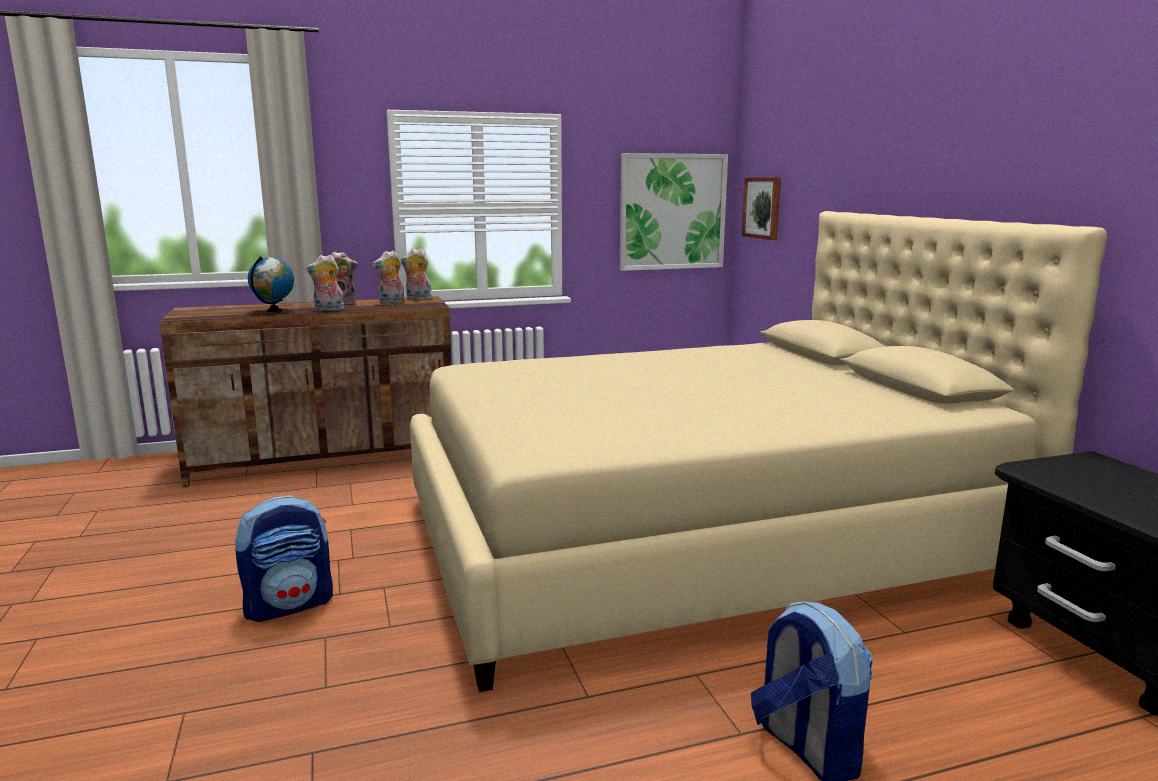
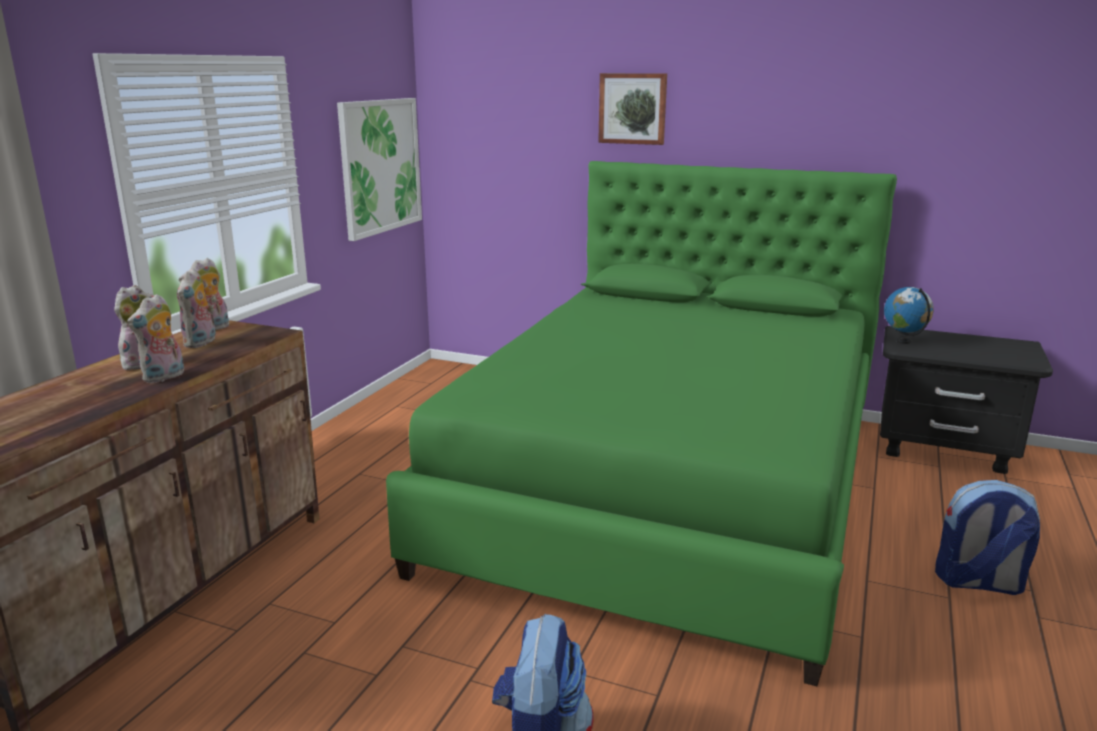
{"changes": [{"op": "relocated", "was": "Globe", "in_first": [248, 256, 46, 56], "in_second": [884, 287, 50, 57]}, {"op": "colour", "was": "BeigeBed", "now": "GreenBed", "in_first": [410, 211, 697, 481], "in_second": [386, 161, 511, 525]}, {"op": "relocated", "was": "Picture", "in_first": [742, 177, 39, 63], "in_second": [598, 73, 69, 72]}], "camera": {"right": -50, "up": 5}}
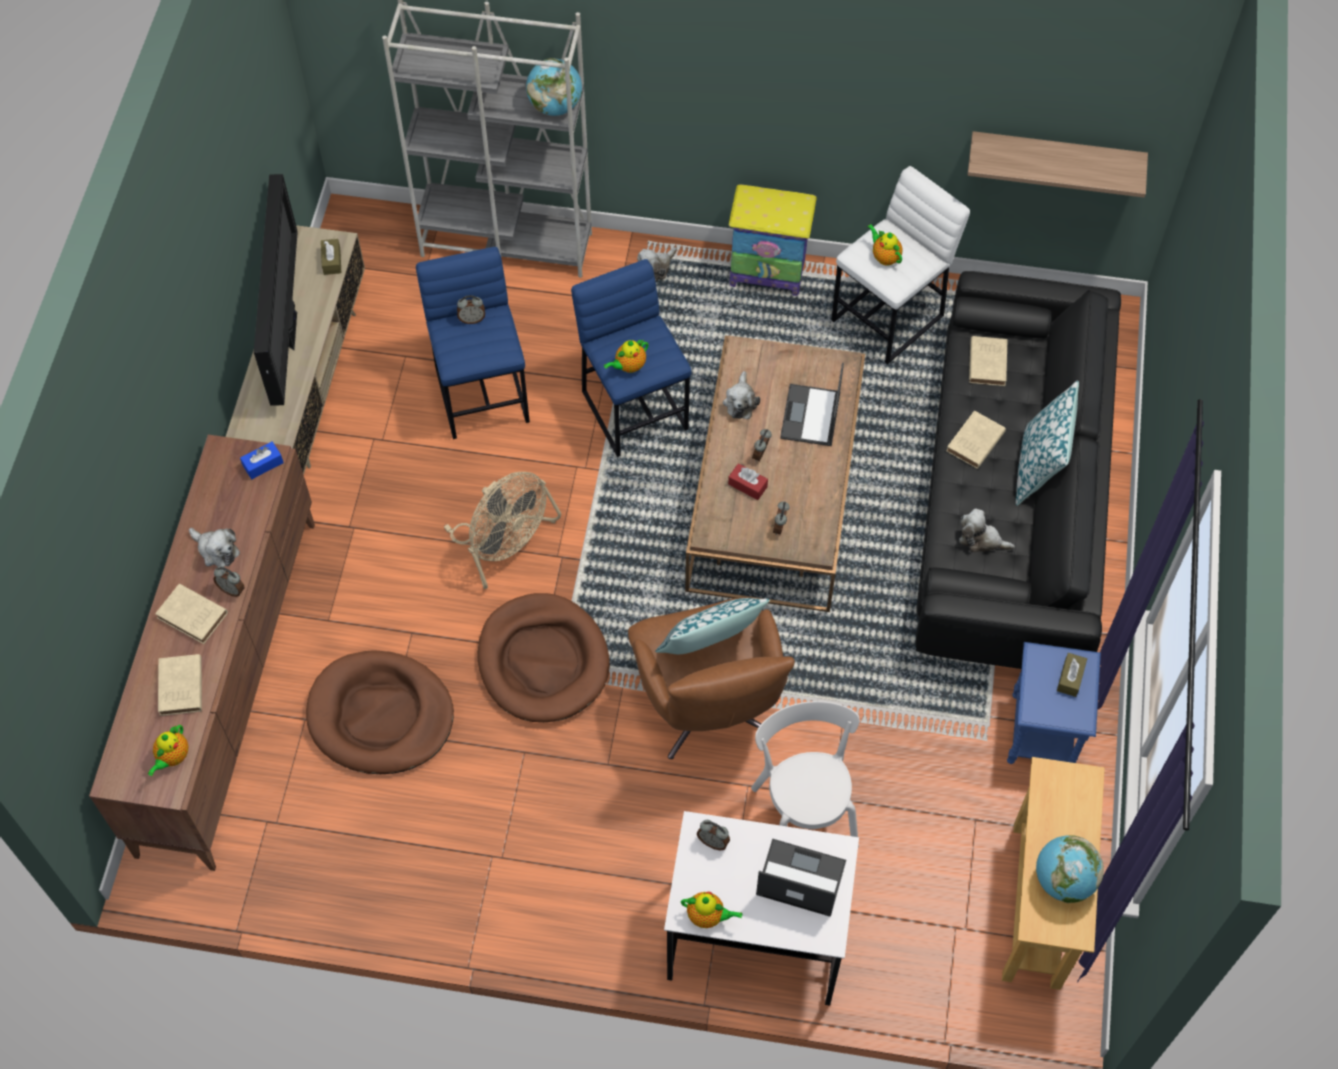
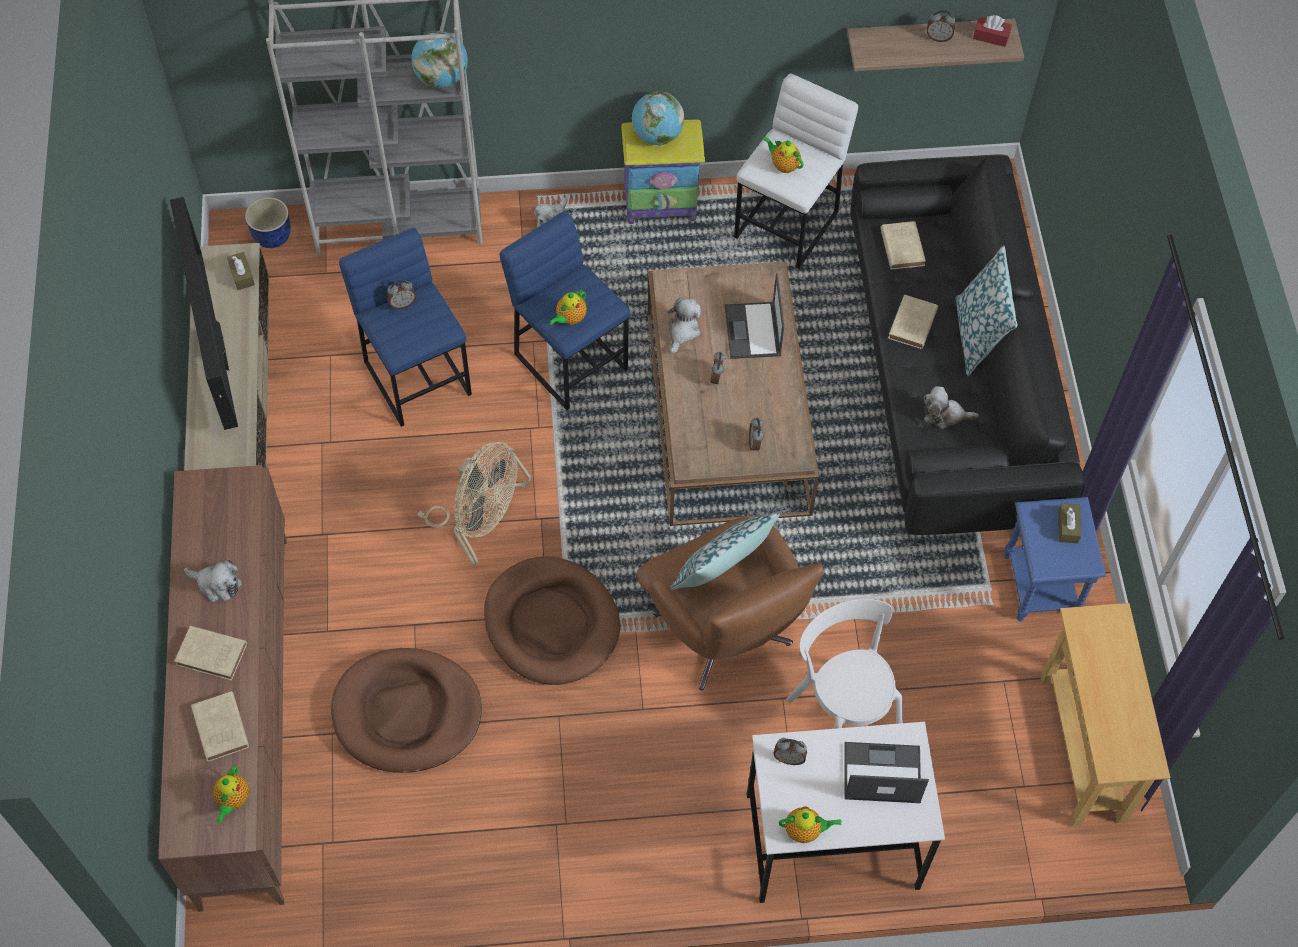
{"changes": [{"op": "relocated", "was": "AlarmClock", "in_first": [213, 566, 31, 31], "in_second": [927, 10, 28, 32]}, {"op": "missing", "was": "BlueTissueBox", "in_first": [240, 441, 44, 38]}, {"op": "spun", "was": "PlushToy", "in_first": [723, 371, 37, 48], "in_second": [667, 298, 34, 56], "clockwise": -150}, {"op": "relocated", "was": "RedTissueBox", "in_first": [728, 463, 40, 37], "in_second": [973, 15, 39, 32]}, {"op": "relocated", "was": "Globe", "in_first": [1036, 835, 68, 68], "in_second": [632, 91, 53, 55]}, {"op": "appeared", "now": "Planter", "in_second": [245, 197, 46, 51]}], "camera": {"right": -15, "up": 0}}
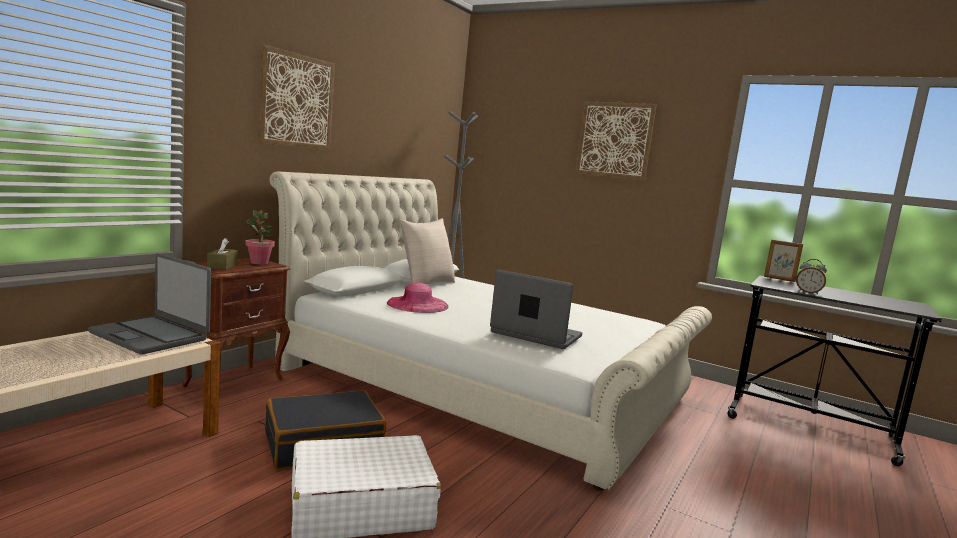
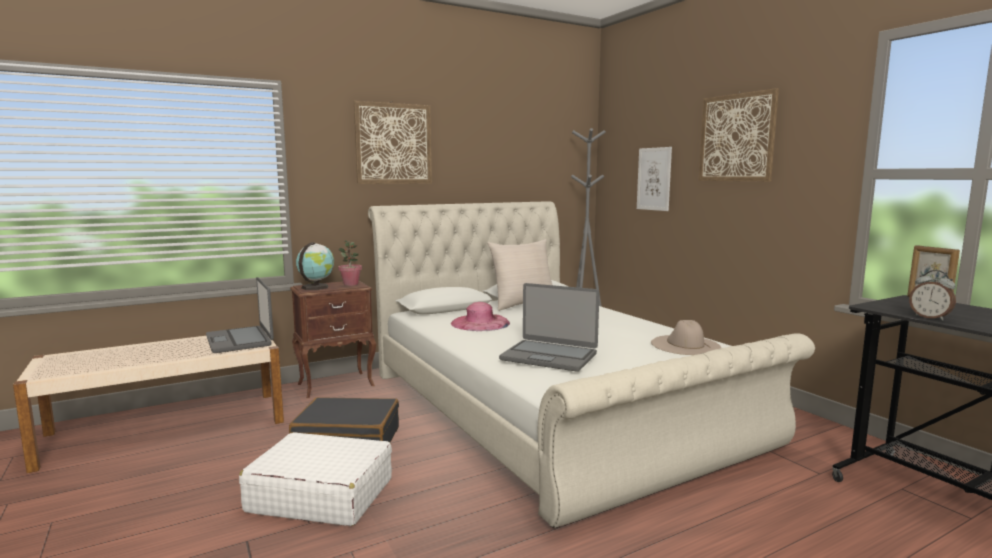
{"changes": [{"op": "exchanged", "was": "BrownTissueBox", "now": "Globe", "in_first": [207, 238, 31, 32], "in_second": [296, 242, 38, 48]}, {"op": "spun", "was": "Laptop", "in_first": [490, 270, 92, 79], "in_second": [499, 283, 101, 89], "clockwise": 150}, {"op": "appeared", "now": "Picture", "in_second": [637, 147, 35, 64]}, {"op": "appeared", "now": "BeigeHat", "in_second": [651, 320, 70, 35]}], "camera": {"right": 30, "up": 0}}
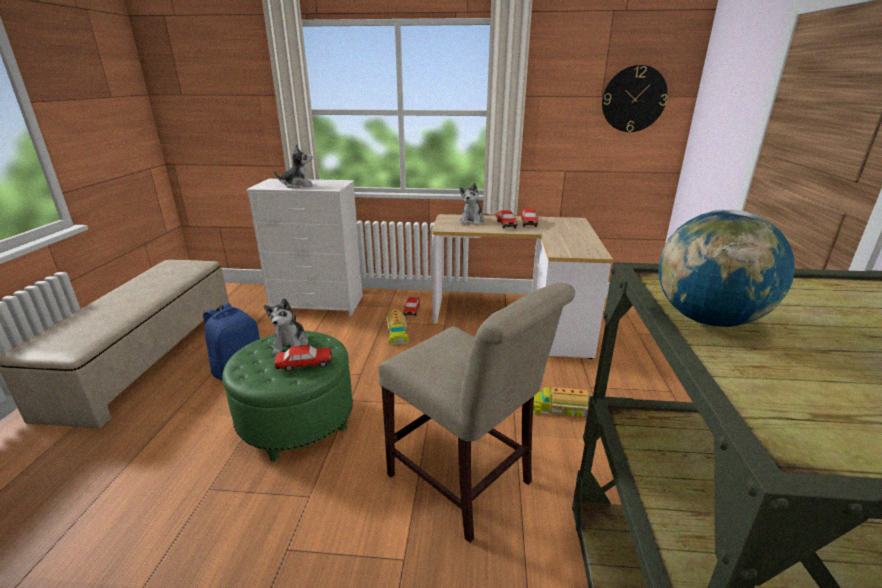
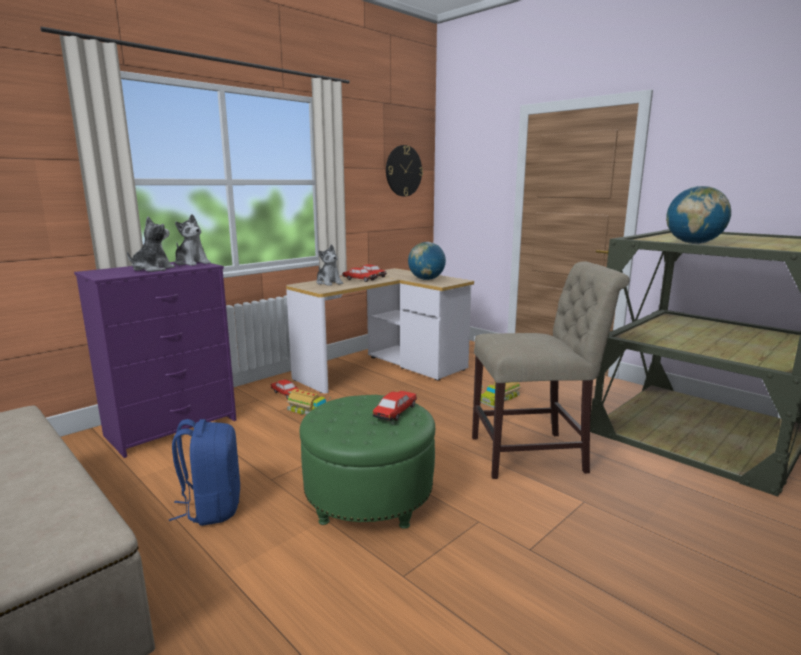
{"changes": [{"op": "colour", "was": "WhiteDresser", "now": "PurpleDresser", "in_first": [246, 179, 117, 137], "in_second": [74, 261, 162, 197]}, {"op": "relocated", "was": "PlushToy", "in_first": [264, 298, 44, 57], "in_second": [175, 214, 36, 52]}, {"op": "appeared", "now": "Globe", "in_second": [408, 242, 38, 38]}], "camera": {"right": -50, "up": -10}}
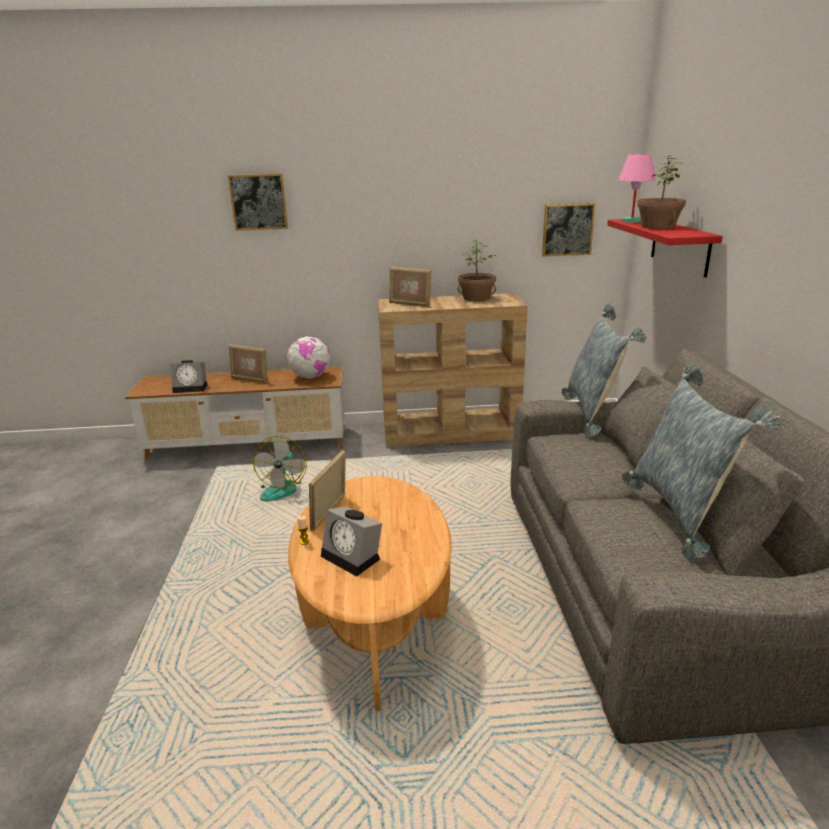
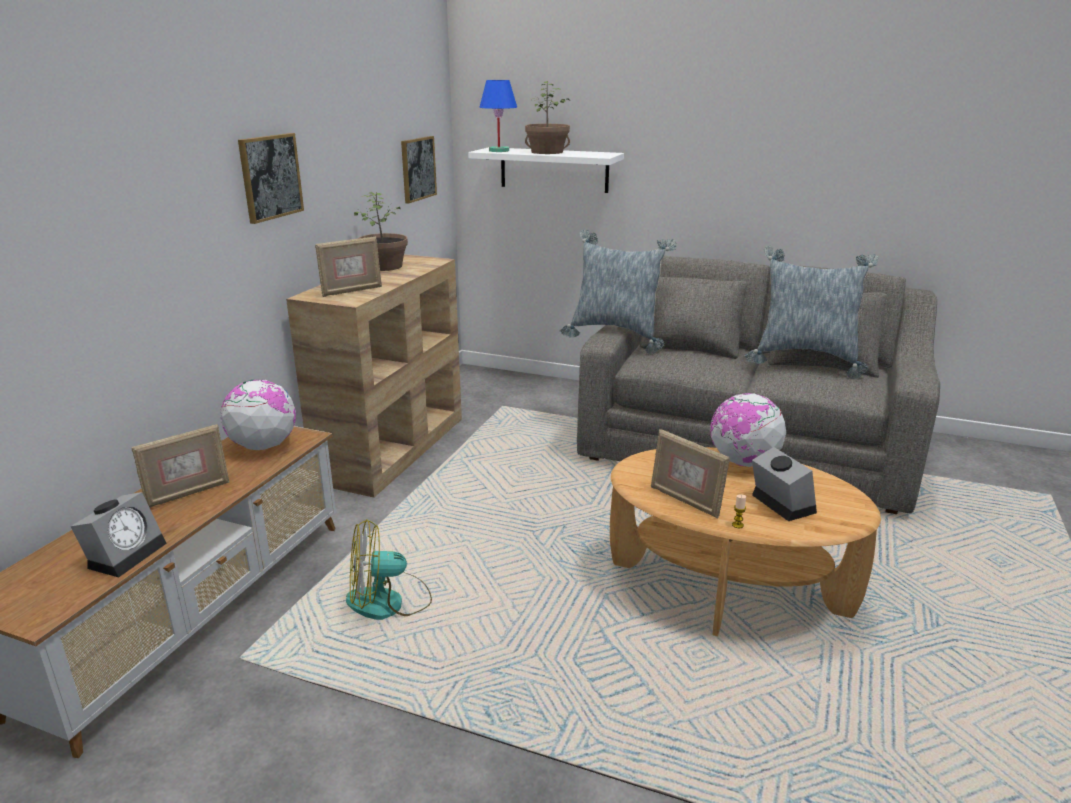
{"changes": [{"op": "relocated", "was": "Picture", "in_first": [228, 173, 60, 58], "in_second": [238, 133, 66, 91]}, {"op": "spun", "was": "Fan", "in_first": [253, 436, 54, 65], "in_second": [346, 520, 86, 100], "clockwise": 135}, {"op": "spun", "was": "AlarmClock", "in_first": [321, 506, 61, 71], "in_second": [752, 447, 65, 74], "clockwise": -90}, {"op": "colour", "was": "RedShelf", "now": "WhiteShelf", "in_first": [607, 219, 116, 58], "in_second": [468, 147, 156, 46]}, {"op": "colour", "was": "PinkTableLamp", "now": "BlueTableLamp", "in_first": [618, 154, 38, 69], "in_second": [479, 80, 38, 72]}, {"op": "appeared", "now": "Globe", "in_second": [710, 393, 76, 74]}], "camera": {"right": -65, "up": 0}}
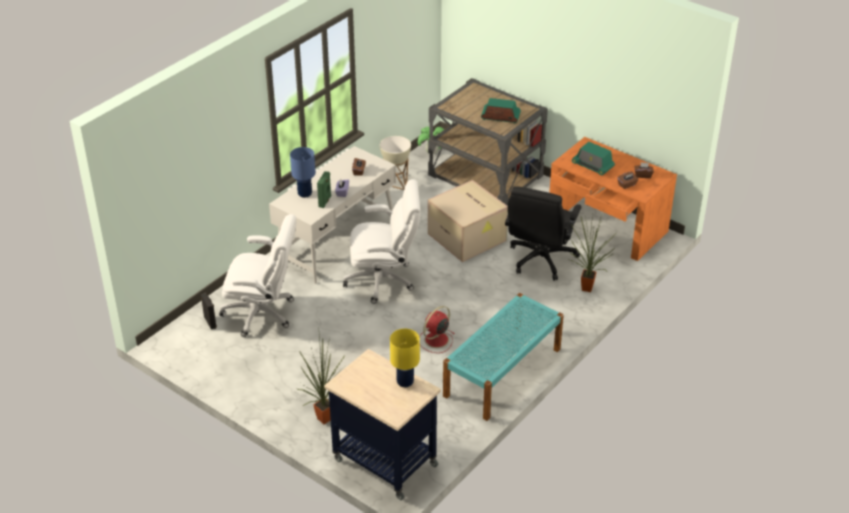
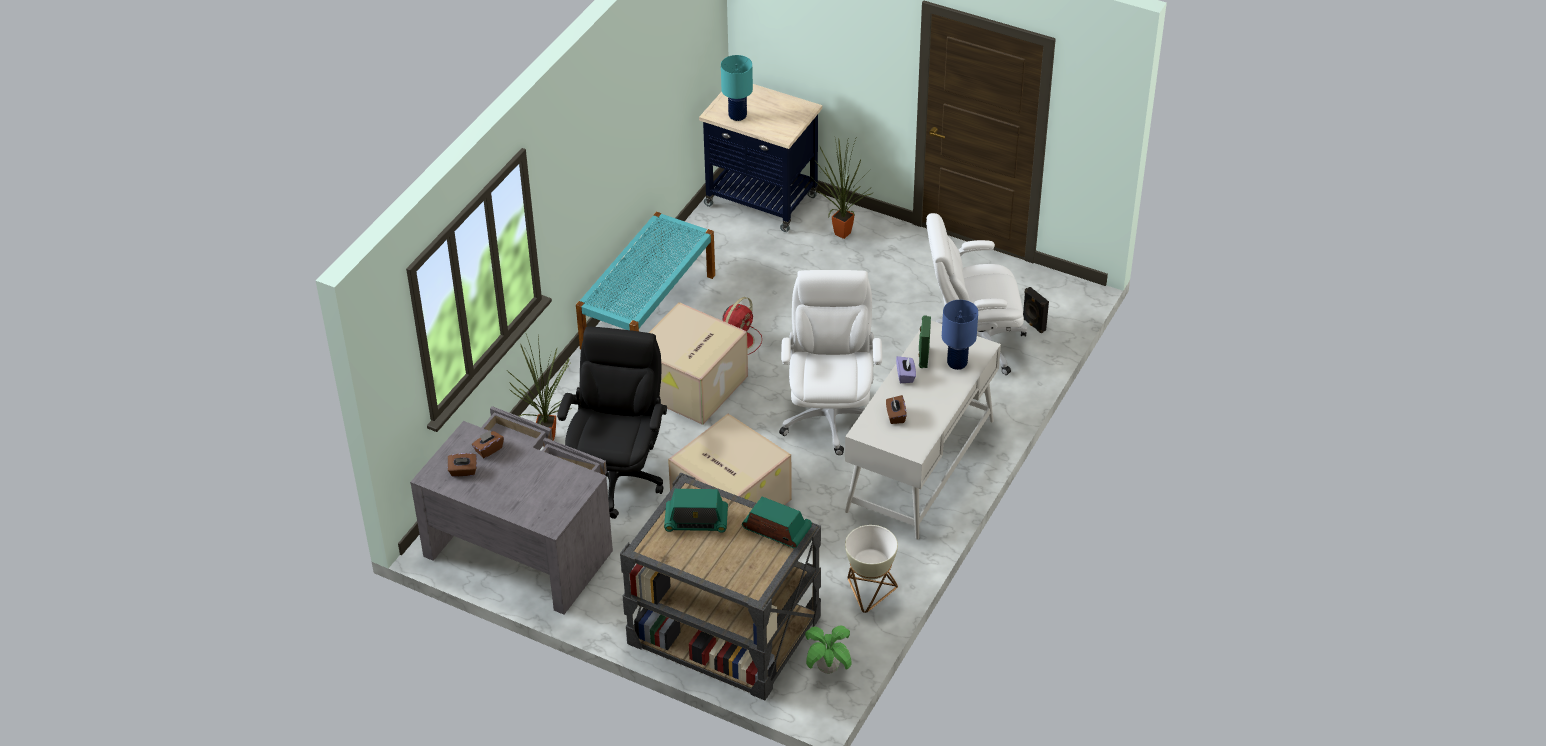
{"changes": [{"op": "spun", "was": "WhiteOfficeChair", "in_first": [343, 179, 77, 125], "in_second": [779, 270, 103, 185], "clockwise": 105}, {"op": "colour", "was": "YellowTableLamp", "now": "TurquoiseTableLamp", "in_first": [390, 329, 30, 58], "in_second": [721, 55, 32, 66]}, {"op": "colour", "was": "OrangeDesk", "now": "GreyDesk", "in_first": [549, 137, 128, 124], "in_second": [410, 406, 203, 209]}, {"op": "relocated", "was": "Radio", "in_first": [572, 142, 43, 33], "in_second": [742, 496, 70, 52]}, {"op": "appeared", "now": "CardboardBox", "in_second": [649, 302, 99, 123]}], "camera": {"right": 170, "up": 5}}
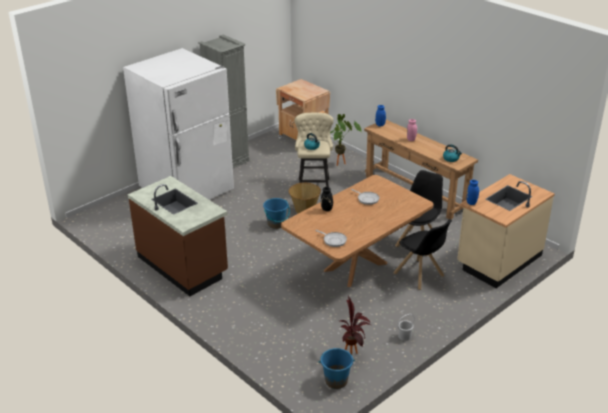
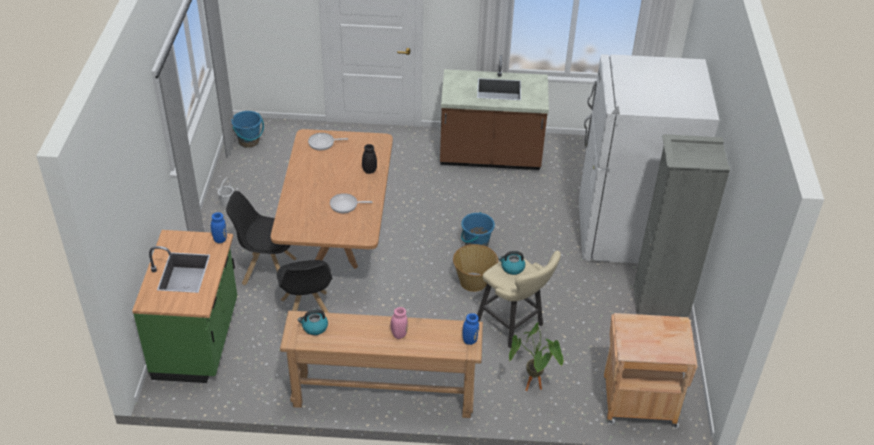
{"changes": [{"op": "missing", "was": "PottedPlant", "in_first": [340, 296, 31, 59]}, {"op": "colour", "was": "BeigeCounter", "now": "GreenCounter", "in_first": [457, 174, 98, 114], "in_second": [132, 230, 105, 153]}], "camera": {"right": 135, "up": 10}}
